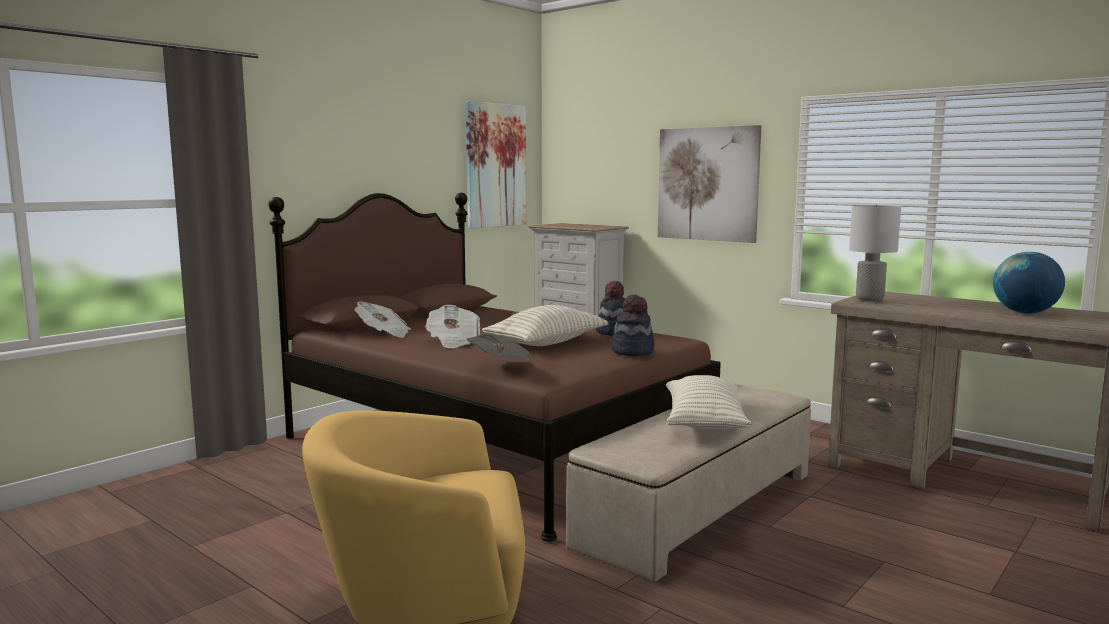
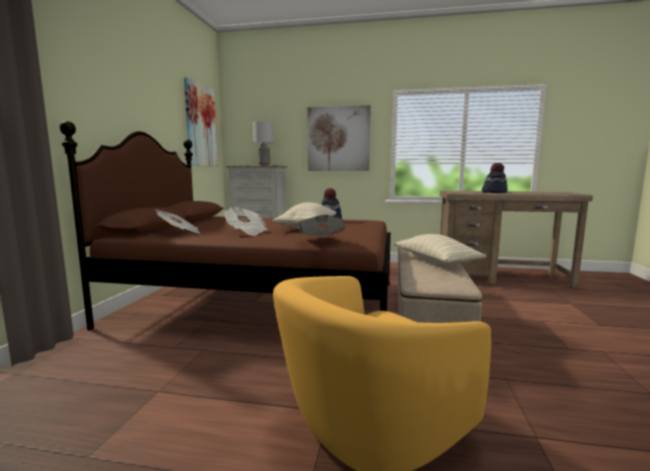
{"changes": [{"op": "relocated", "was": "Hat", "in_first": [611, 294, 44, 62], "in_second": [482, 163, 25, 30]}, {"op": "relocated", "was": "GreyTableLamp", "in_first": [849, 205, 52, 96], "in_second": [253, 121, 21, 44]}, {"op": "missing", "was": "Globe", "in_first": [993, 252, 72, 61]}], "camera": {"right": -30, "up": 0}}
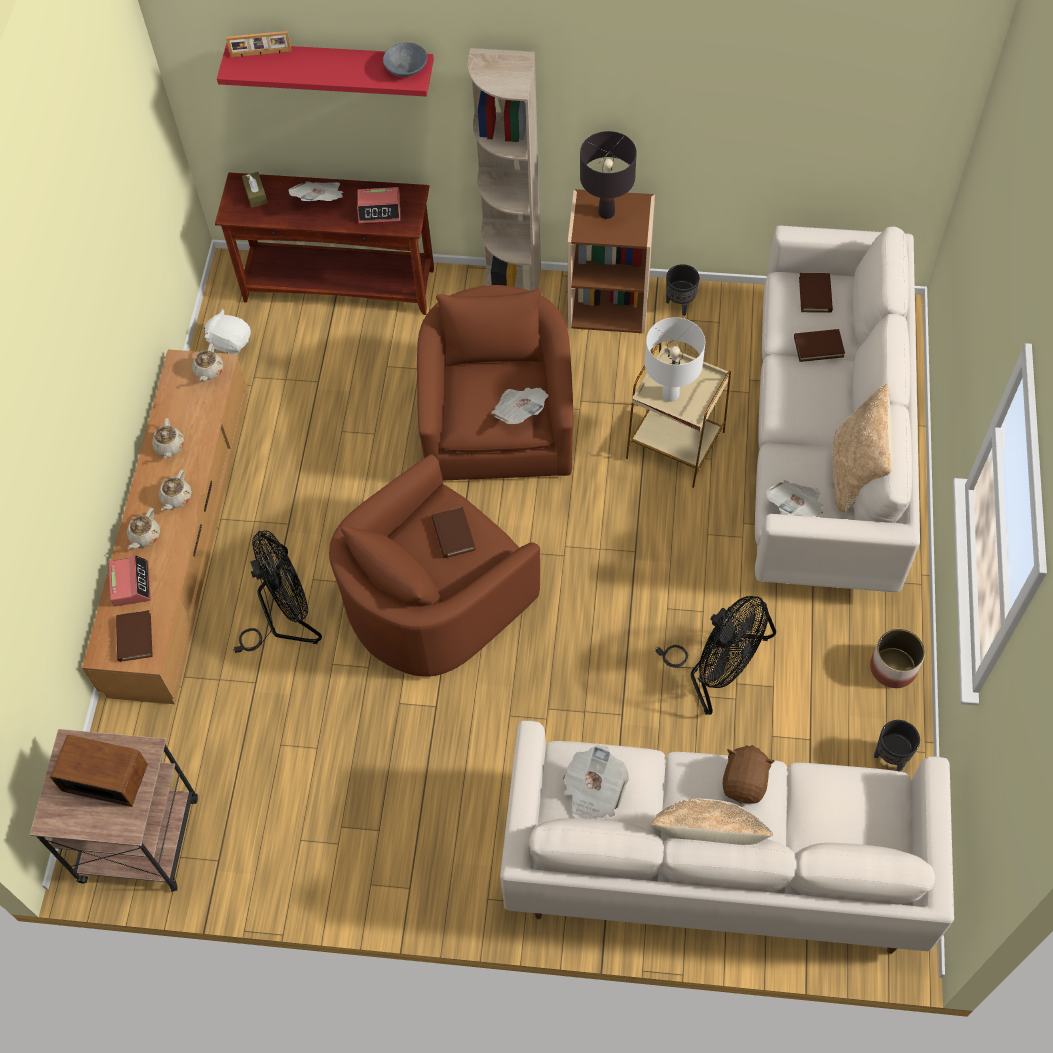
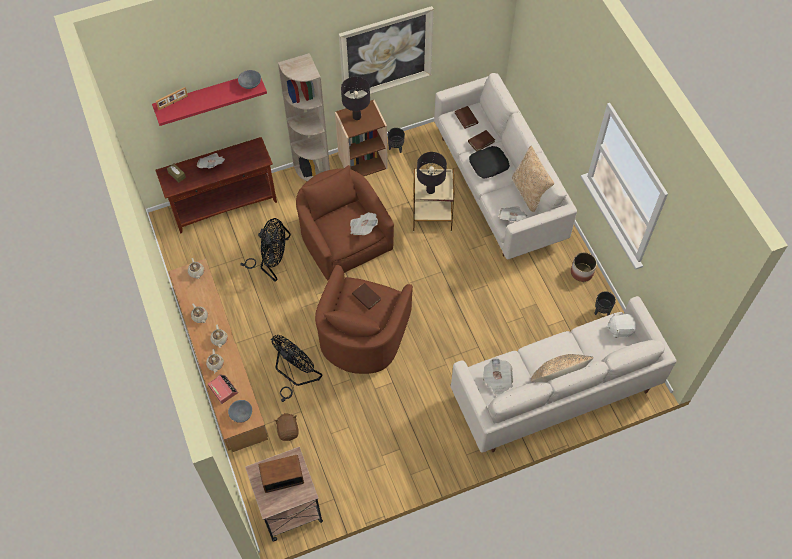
{"changes": [{"op": "exchanged", "was": "BrownBook", "now": "GreyBowl", "in_first": [116, 610, 37, 52], "in_second": [228, 400, 24, 23]}, {"op": "relocated", "was": "WhitePlushToy", "in_first": [204, 309, 47, 45], "in_second": [606, 313, 30, 25]}, {"op": "missing", "was": "AlarmClock", "in_first": [357, 187, 43, 36]}, {"op": "colour", "was": "WhiteTableLamp", "now": "BlackTableLamp", "in_first": [645, 317, 60, 85], "in_second": [417, 152, 30, 42]}, {"op": "relocated", "was": "BlackFan", "in_first": [655, 596, 121, 119], "in_second": [240, 218, 51, 64]}, {"op": "relocated", "was": "BrownPlushToy", "in_first": [723, 745, 52, 59], "in_second": [274, 413, 25, 28]}, {"op": "appeared", "now": "Picture", "in_second": [339, 6, 95, 93]}, {"op": "appeared", "now": "BlackPillow", "in_second": [469, 146, 41, 33]}], "camera": {"right": -30, "up": 0}}
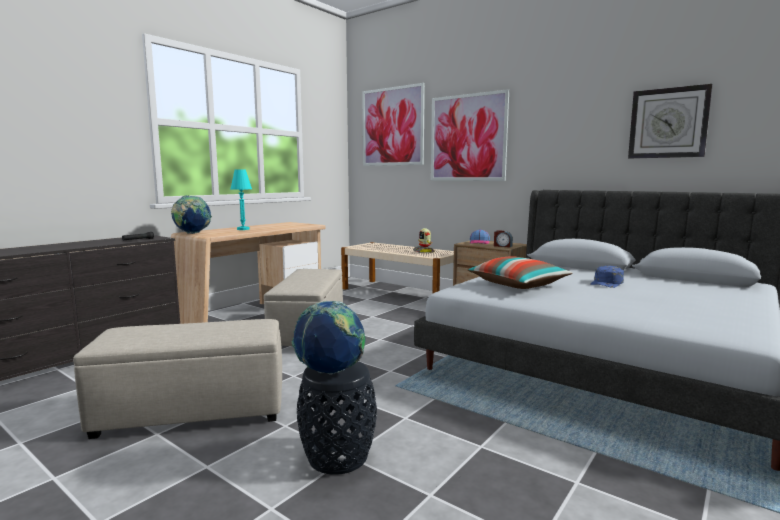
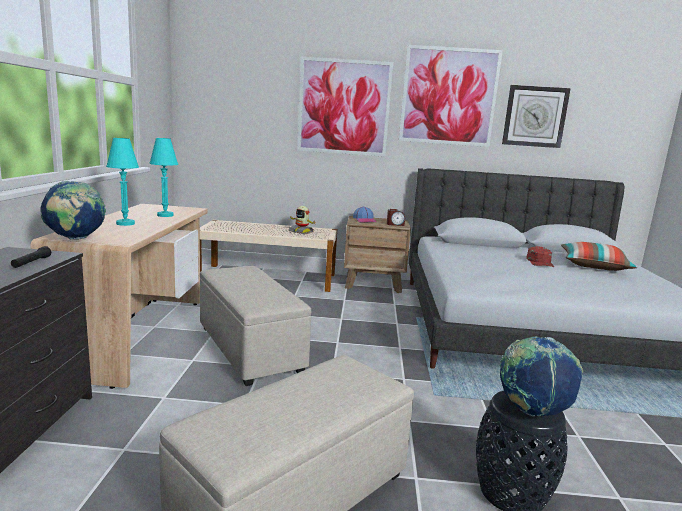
{"changes": [{"op": "relocated", "was": "Picture", "in_first": [362, 83, 63, 83], "in_second": [399, 45, 104, 102]}, {"op": "relocated", "was": "Pillow", "in_first": [468, 256, 104, 33], "in_second": [561, 242, 76, 29]}, {"op": "colour", "was": "BlueCap", "now": "RedCap", "in_first": [590, 266, 34, 22], "in_second": [526, 246, 28, 21]}, {"op": "appeared", "now": "TurquoiseTableLamp", "in_second": [149, 138, 29, 79]}], "camera": {"right": -35, "up": 5}}
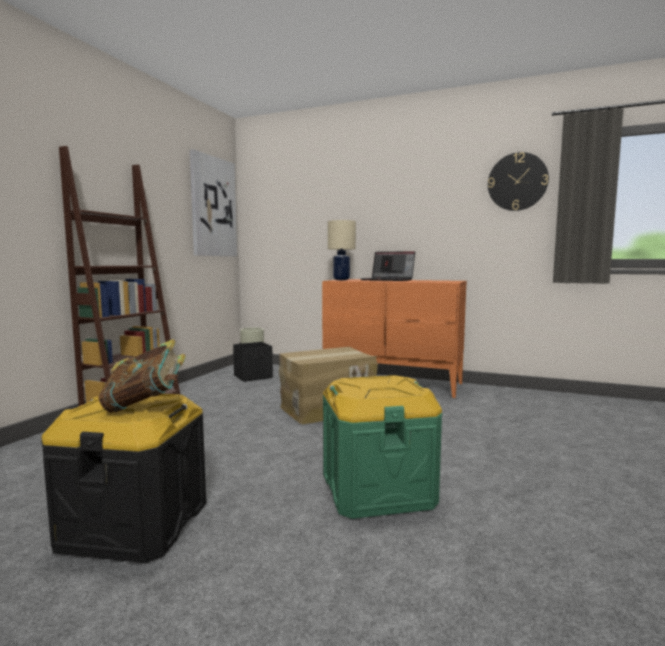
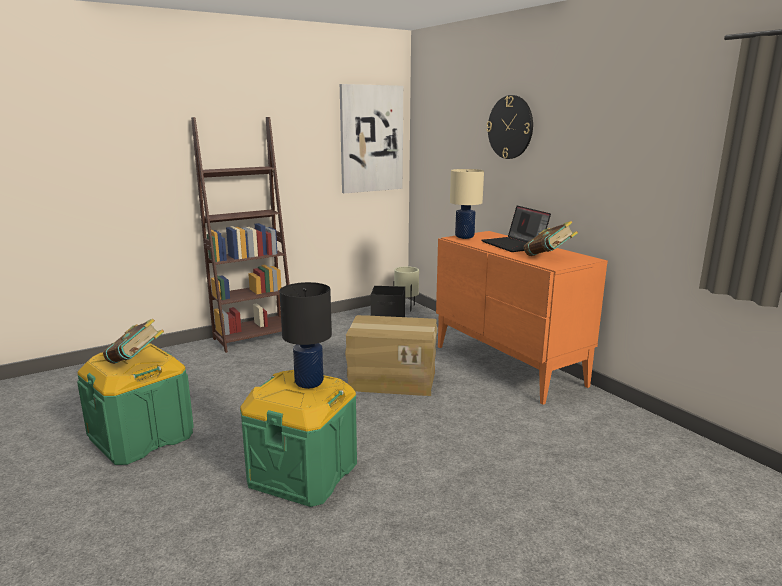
{"changes": [{"op": "colour", "was": "BlackStorageBox", "now": "GreenStorageBox", "in_first": [41, 394, 165, 169], "in_second": [77, 344, 117, 121]}, {"op": "relocated", "was": "WallClock", "in_first": [488, 152, 61, 59], "in_second": [486, 95, 47, 64]}, {"op": "appeared", "now": "BlackTableLamp", "in_second": [280, 282, 52, 107]}, {"op": "appeared", "now": "Book", "in_second": [524, 221, 54, 35]}], "camera": {"right": 35, "up": 10}}
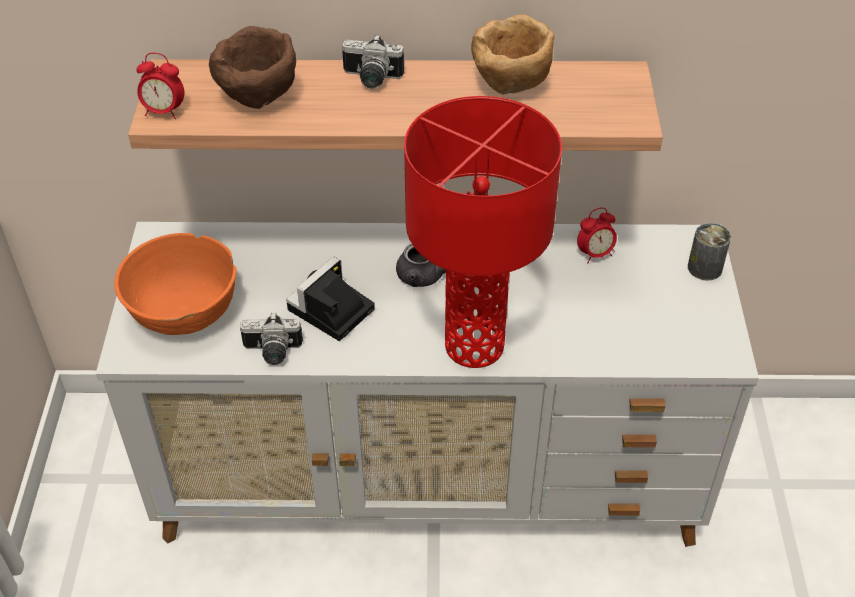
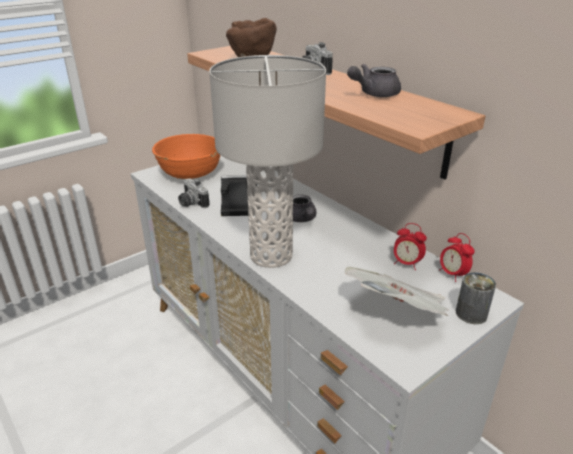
{"changes": [{"op": "relocated", "was": "AlarmClock", "in_first": [136, 53, 48, 66], "in_second": [439, 233, 36, 49]}, {"op": "colour", "was": "RedTableLamp", "now": "WhiteTableLamp", "in_first": [404, 96, 158, 272], "in_second": [209, 55, 117, 213]}, {"op": "exchanged", "was": "BrownBowl", "now": "GreyTeapot", "in_first": [471, 14, 84, 80], "in_second": [347, 64, 54, 33]}, {"op": "appeared", "now": "Newspaper", "in_second": [345, 267, 105, 49]}], "camera": {"right": 50, "up": -15}}
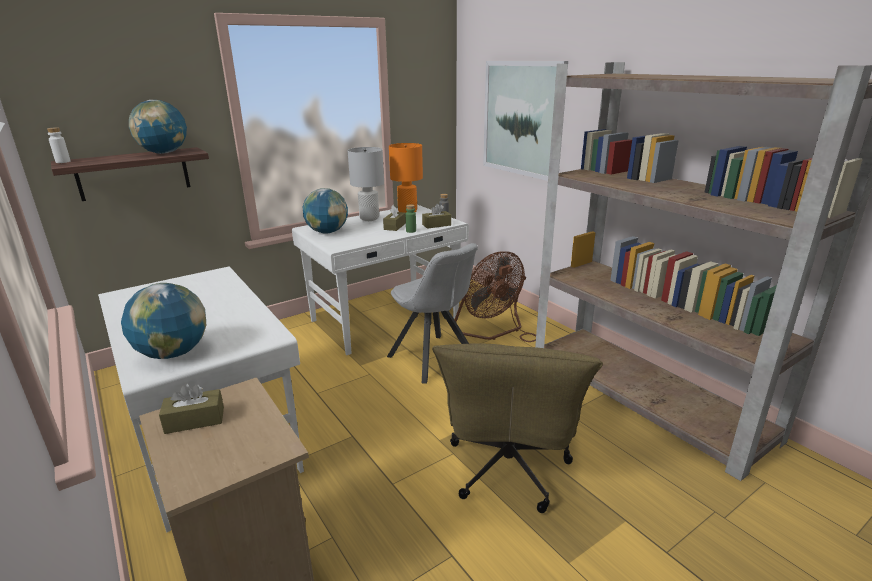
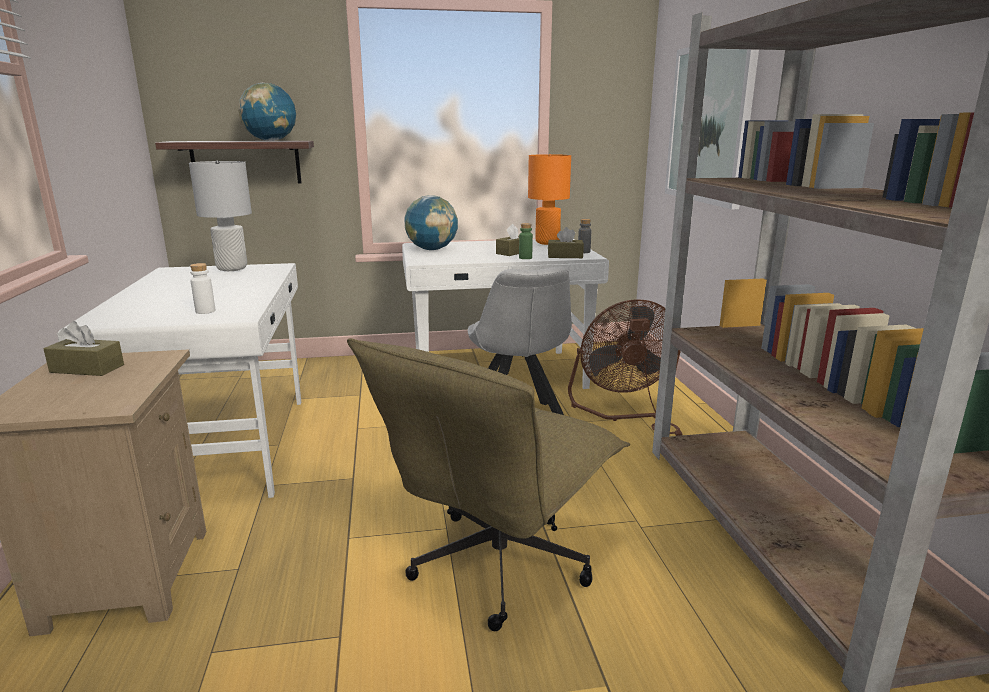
{"changes": [{"op": "relocated", "was": "WhiteBottle", "in_first": [47, 127, 24, 36], "in_second": [190, 263, 26, 51]}, {"op": "missing", "was": "Globe", "in_first": [121, 283, 85, 76]}, {"op": "relocated", "was": "GreyTableLamp", "in_first": [347, 147, 37, 74], "in_second": [189, 161, 63, 110]}], "camera": {"right": 25, "up": -5}}
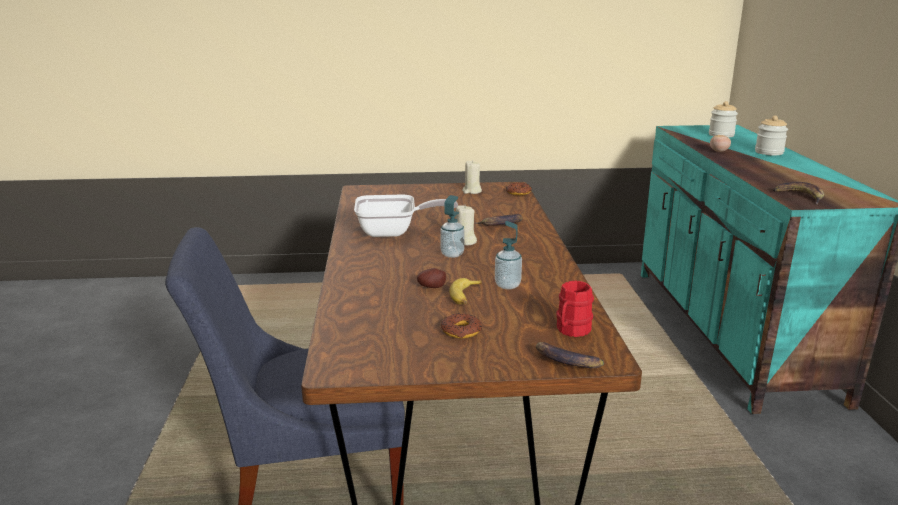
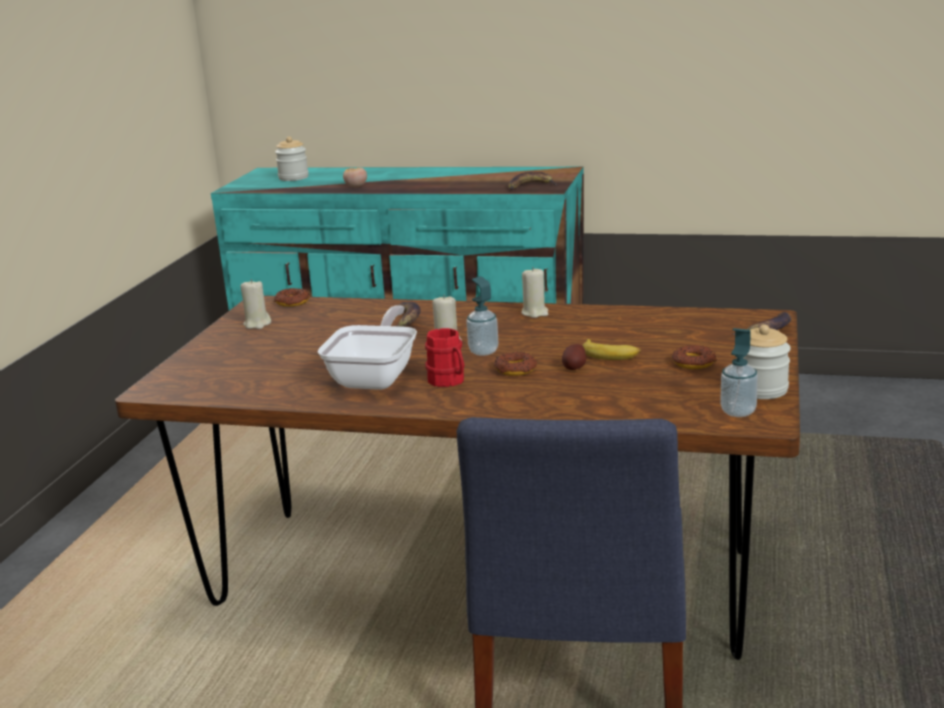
{"changes": [{"op": "relocated", "was": "SoapDispenser", "in_first": [495, 221, 27, 68], "in_second": [720, 328, 38, 89]}, {"op": "relocated", "was": "RedMug", "in_first": [556, 280, 38, 57], "in_second": [425, 328, 39, 59]}, {"op": "relocated", "was": "Jar", "in_first": [755, 116, 33, 39], "in_second": [743, 324, 48, 75]}, {"op": "appeared", "now": "Donut", "in_second": [494, 351, 43, 25]}, {"op": "appeared", "now": "BeigeCandle", "in_second": [521, 267, 27, 51]}], "camera": {"right": -70, "up": 0}}
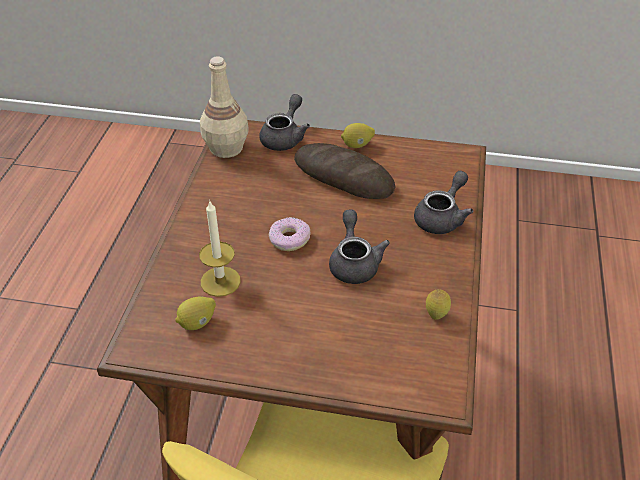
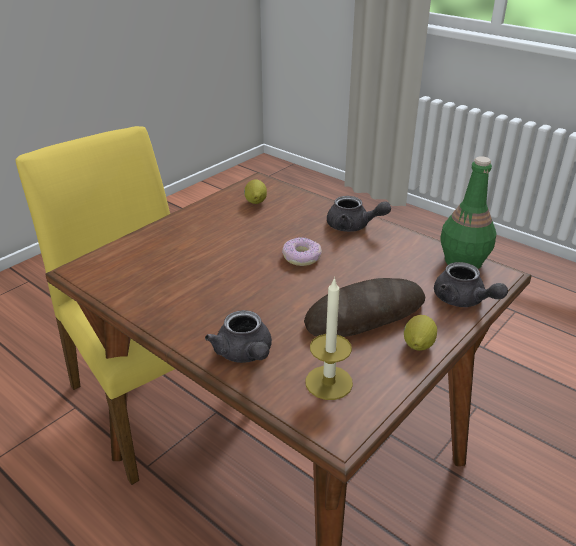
{"changes": [{"op": "relocated", "was": "Candle", "in_first": [199, 201, 42, 96], "in_second": [305, 277, 48, 123]}, {"op": "colour", "was": "BeigeBottle", "now": "GreenBottle", "in_first": [200, 56, 48, 102], "in_second": [440, 156, 56, 113]}, {"op": "relocated", "was": "GreyTeapot", "in_first": [329, 210, 61, 74], "in_second": [327, 196, 64, 36]}, {"op": "missing", "was": "Lemon", "in_first": [426, 289, 25, 31]}], "camera": {"right": 120, "up": -10}}
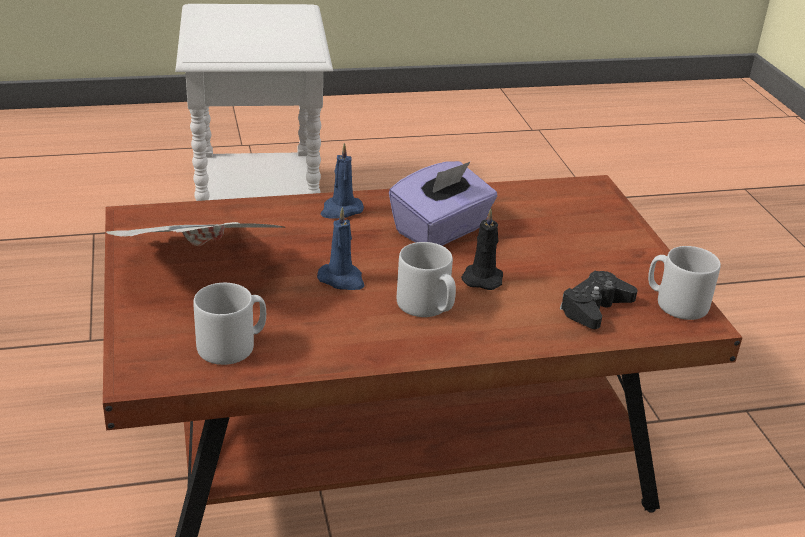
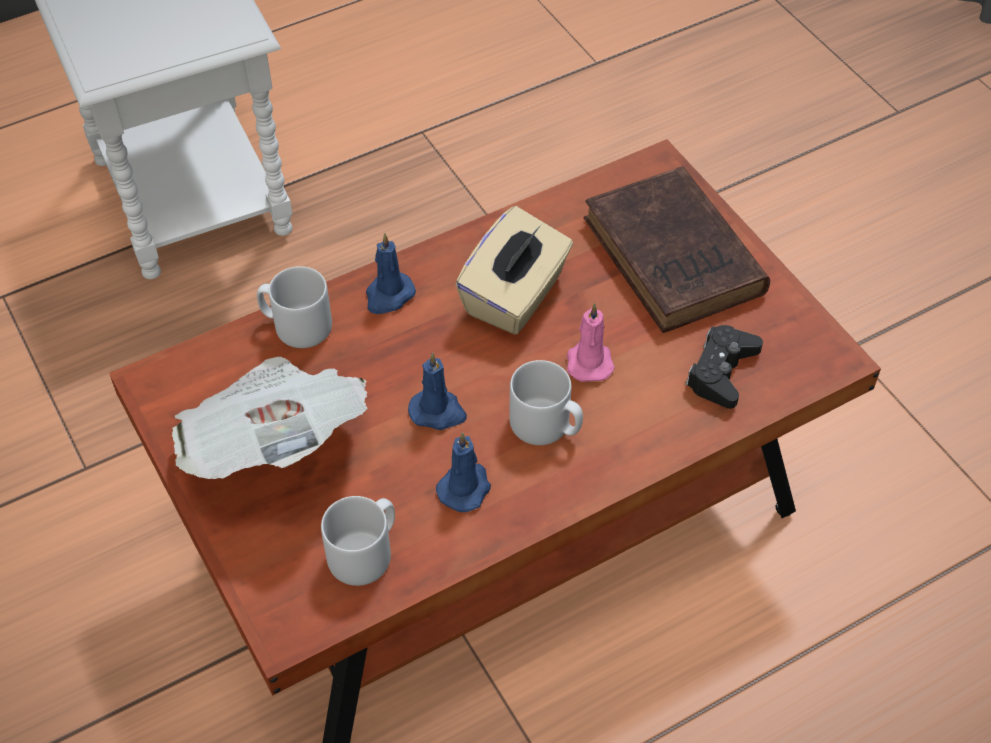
{"changes": [{"op": "colour", "was": "PurpleTissueBox", "now": "BeigeTissueBox", "in_first": [389, 161, 108, 85], "in_second": [456, 206, 117, 129]}, {"op": "colour", "was": "BlackCandle", "now": "PinkCandle", "in_first": [461, 209, 42, 81], "in_second": [567, 303, 48, 79]}, {"op": "relocated", "was": "GreyMug", "in_first": [648, 246, 73, 74], "in_second": [257, 266, 75, 82]}, {"op": "appeared", "now": "BlueCandle", "in_second": [436, 432, 55, 80]}, {"op": "appeared", "now": "BrownBook", "in_second": [584, 166, 186, 167]}], "camera": {"right": -15, "up": 20}}
